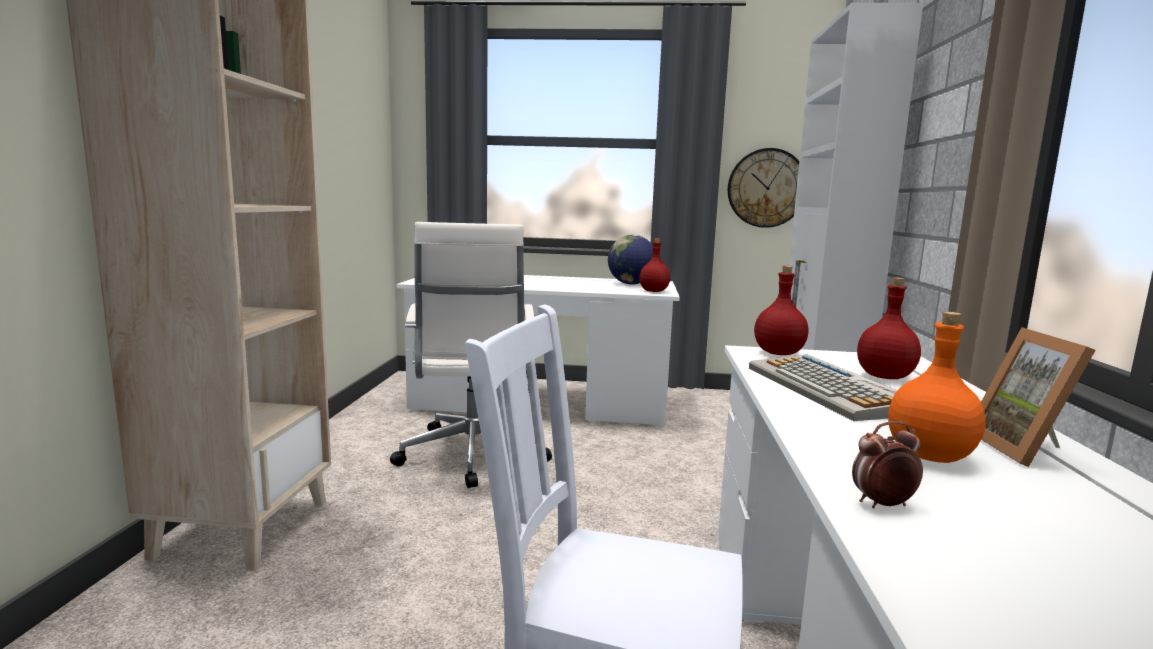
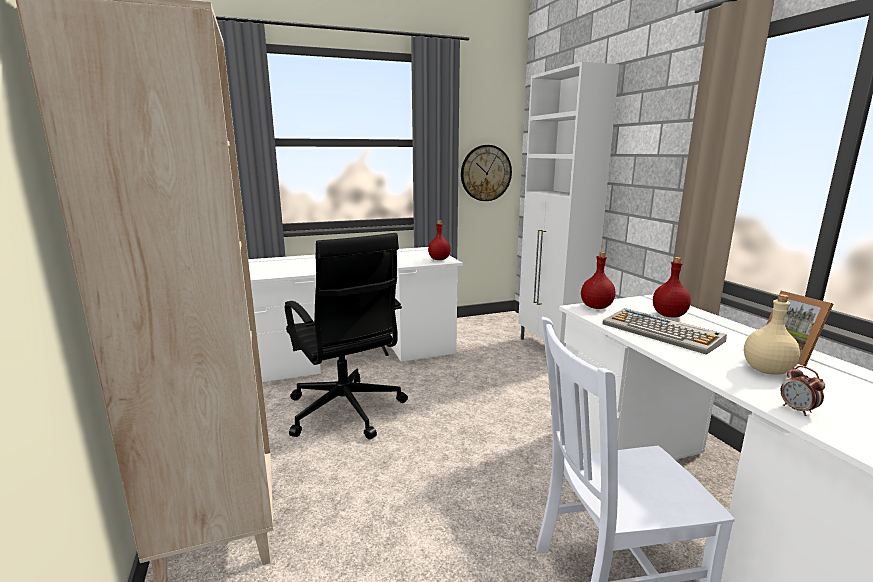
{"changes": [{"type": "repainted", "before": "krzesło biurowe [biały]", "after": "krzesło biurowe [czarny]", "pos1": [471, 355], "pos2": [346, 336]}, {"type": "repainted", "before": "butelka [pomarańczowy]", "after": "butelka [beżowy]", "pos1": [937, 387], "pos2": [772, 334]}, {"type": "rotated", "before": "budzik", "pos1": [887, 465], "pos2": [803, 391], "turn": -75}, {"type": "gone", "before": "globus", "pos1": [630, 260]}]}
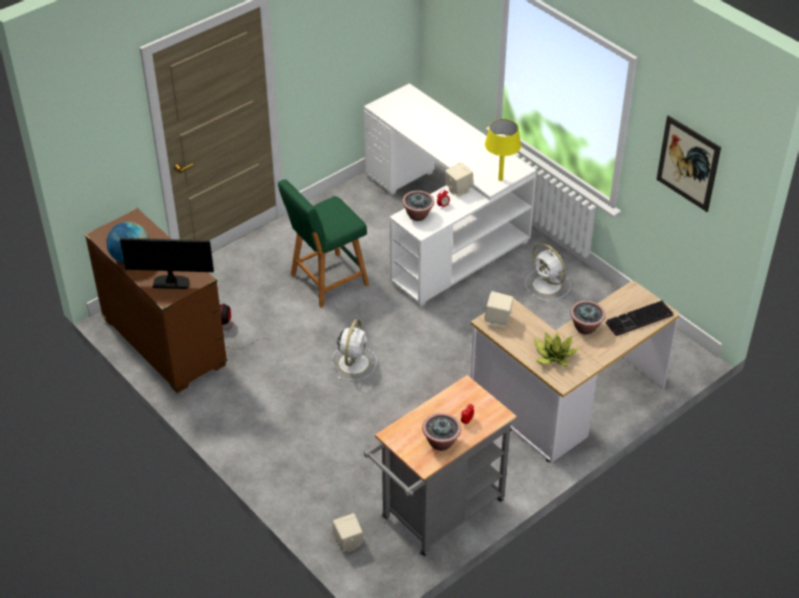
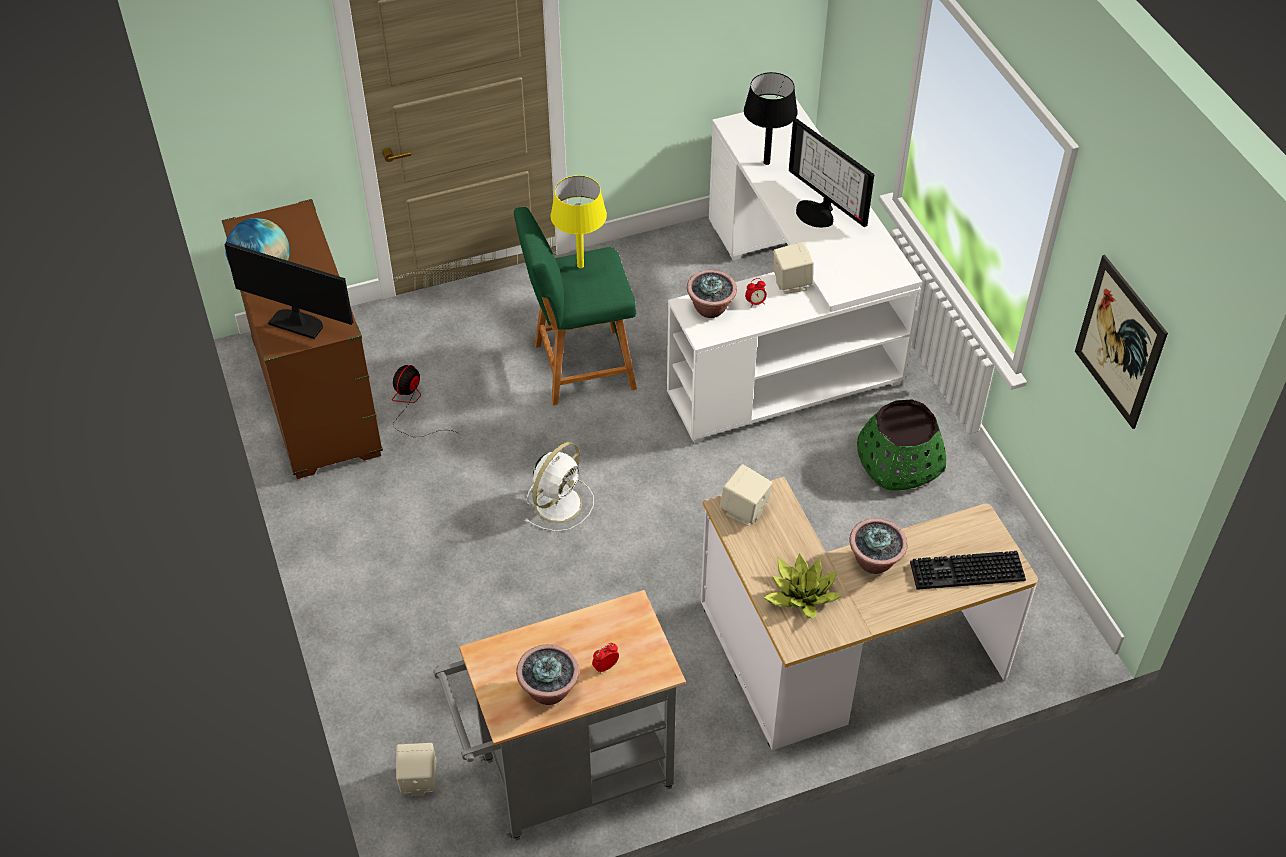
{"changes": [{"type": "shifted", "before": "lampa stołowa [żółty]", "pos1": [503, 150], "pos2": [579, 221]}, {"type": "new", "after": "lampa stołowa [czarny]", "pos2": [771, 118]}, {"type": "new", "after": "monitor", "pos2": [831, 172]}, {"type": "swapped", "before": "wentylator [biały]", "after": "donica [zielony]", "pos1": [548, 272], "pos2": [901, 445]}]}
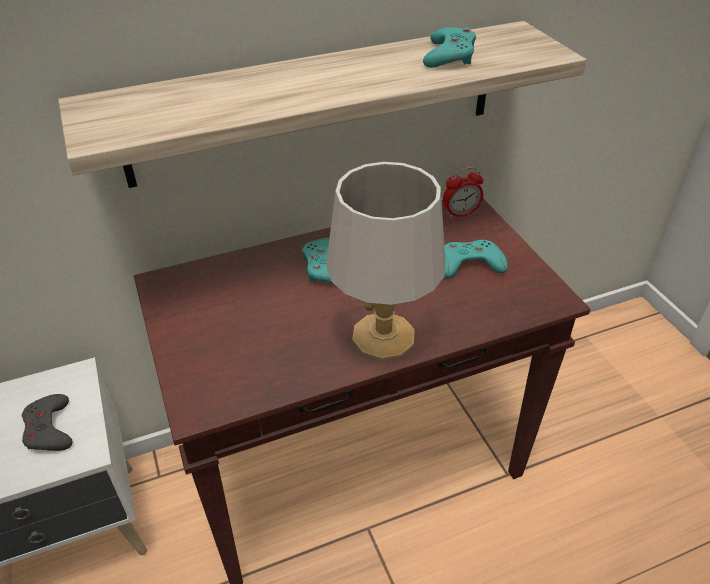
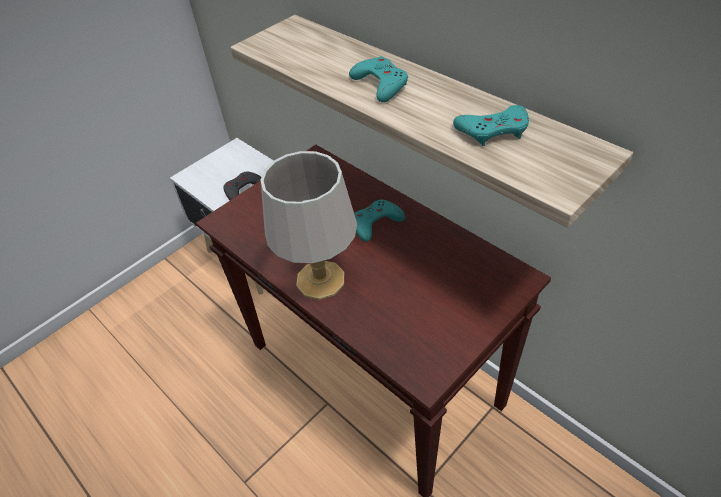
{"changes": [{"type": "shifted", "before": "pad do gier [turkusowy]", "pos1": [476, 259], "pos2": [378, 79]}, {"type": "gone", "before": "budzik", "pos1": [463, 192]}]}
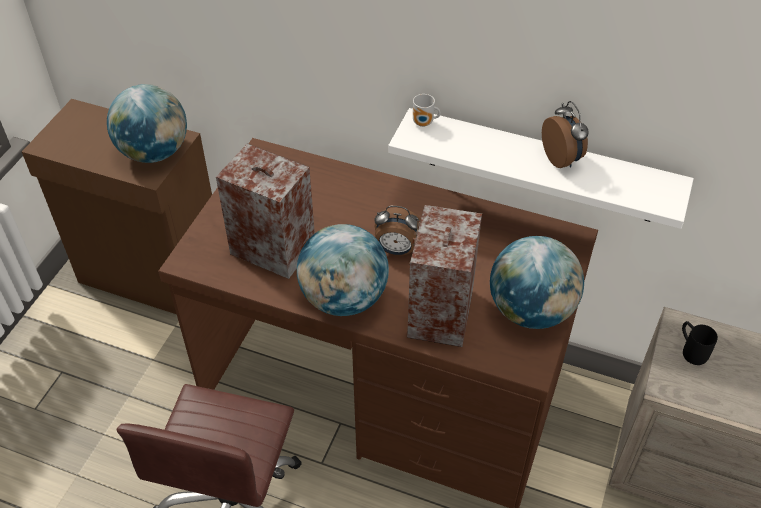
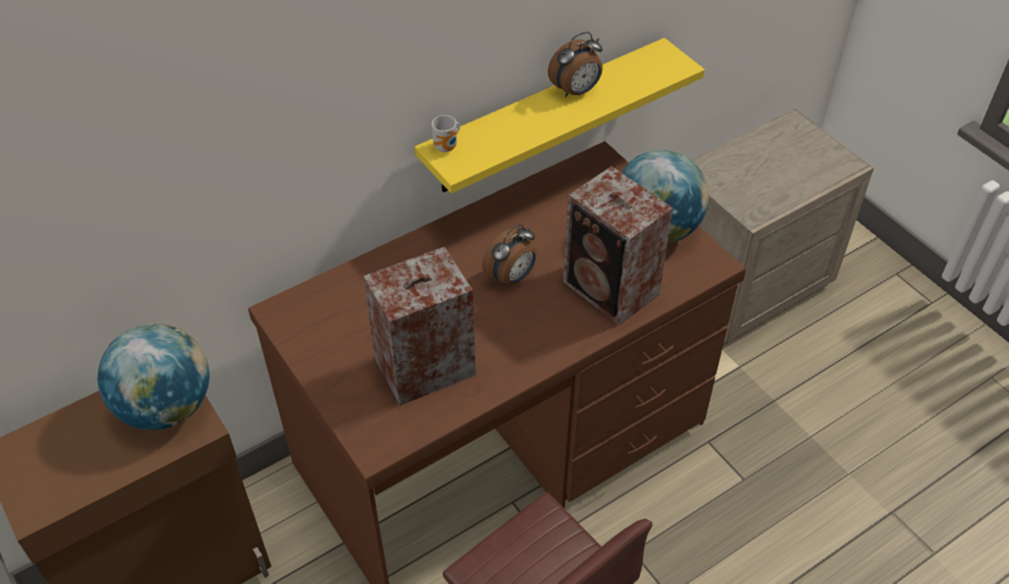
{"changes": [{"type": "repainted", "before": "półka [biały]", "after": "półka [żółty]", "pos1": [541, 168], "pos2": [560, 116]}, {"type": "rotated", "before": "budzik", "pos1": [565, 134], "pos2": [575, 64], "turn": 135}, {"type": "gone", "before": "globus", "pos1": [343, 270]}, {"type": "gone", "before": "kubek [czarny]", "pos1": [700, 343]}]}
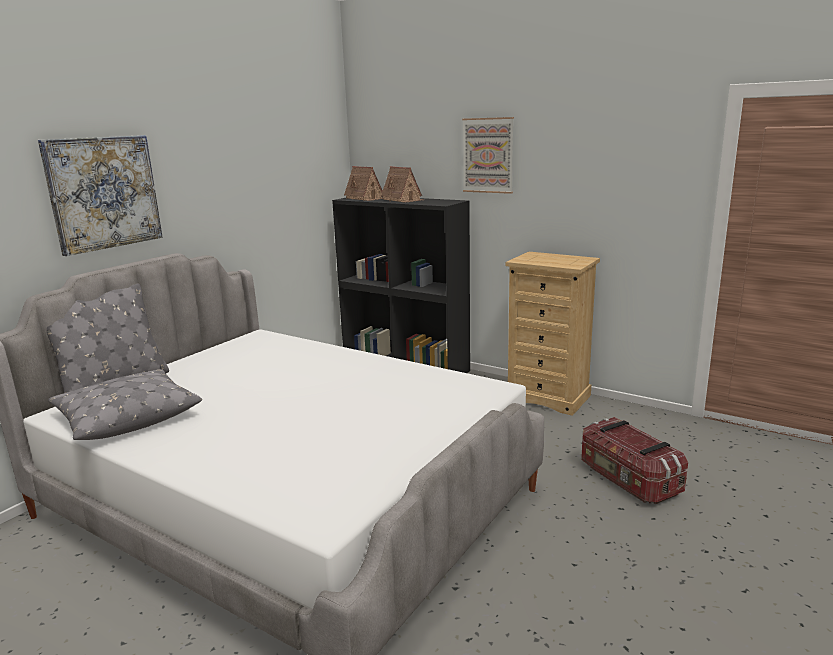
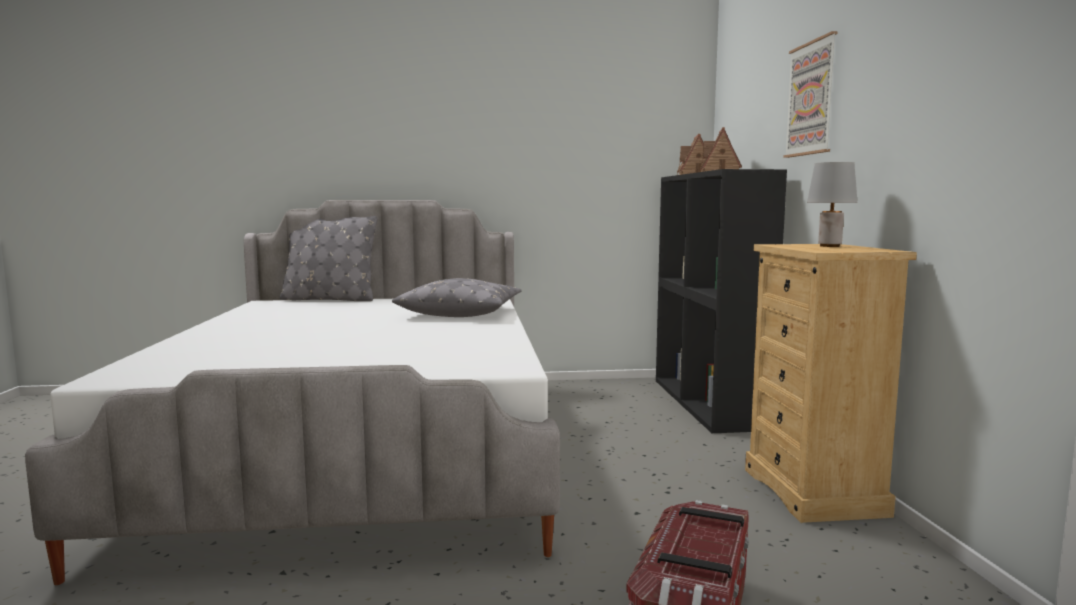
{"changes": [{"type": "shifted", "before": "poduszka [szary]", "pos1": [125, 404], "pos2": [457, 297]}, {"type": "new", "after": "lampa stołowa [szary]", "pos2": [832, 204]}, {"type": "gone", "before": "obraz", "pos1": [100, 195]}]}
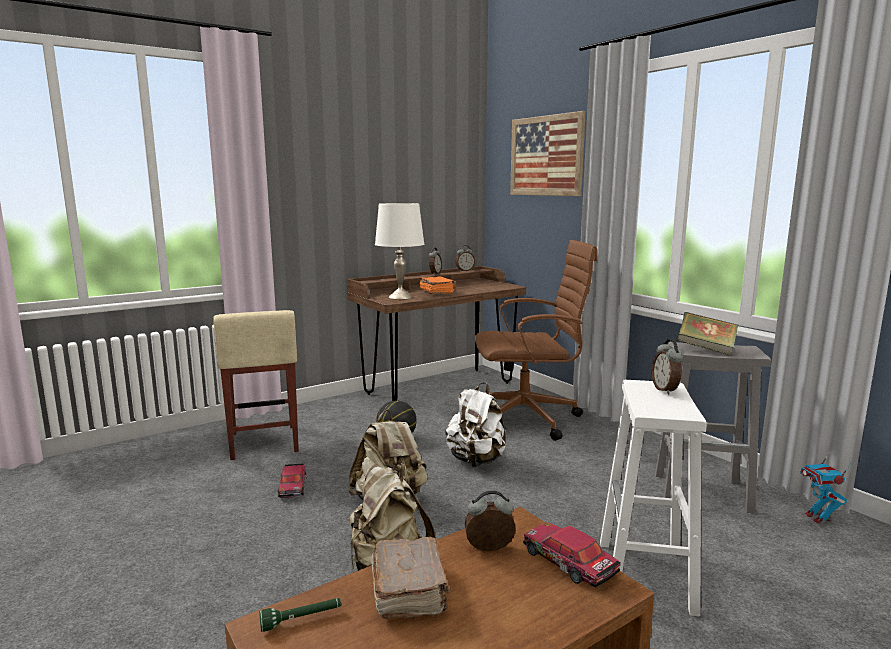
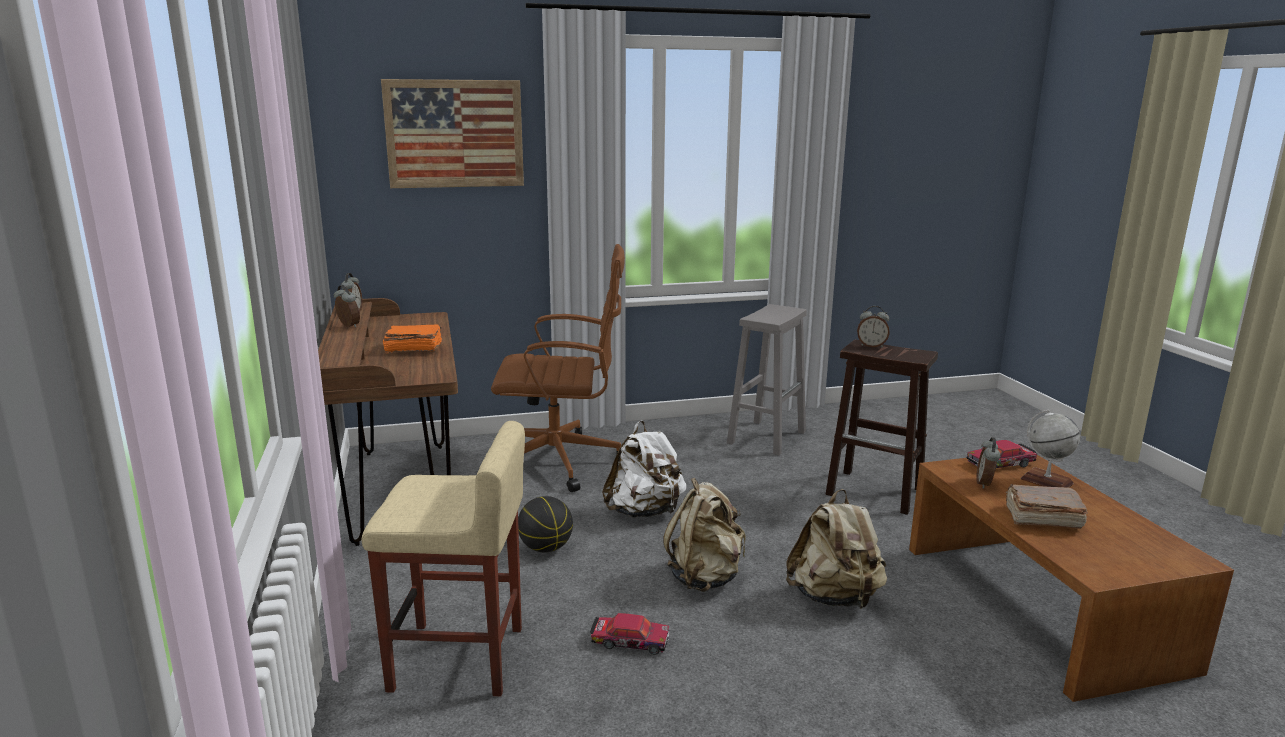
{"changes": [{"type": "rotated", "before": "krzesło biurowe [brązowy]", "pos1": [536, 340], "pos2": [558, 368], "turn": 75}, {"type": "repainted", "before": "stołek [biały]", "after": "stołek [brązowy]", "pos1": [653, 498], "pos2": [882, 427]}, {"type": "new", "after": "globus", "pos2": [1050, 449]}, {"type": "gone", "before": "latarka [zielony]", "pos1": [300, 615]}, {"type": "gone", "before": "lampa stołowa [biały]", "pos1": [399, 251]}, {"type": "gone", "before": "książka", "pos1": [707, 333]}, {"type": "gone", "before": "robot zabawkowy", "pos1": [825, 488]}]}
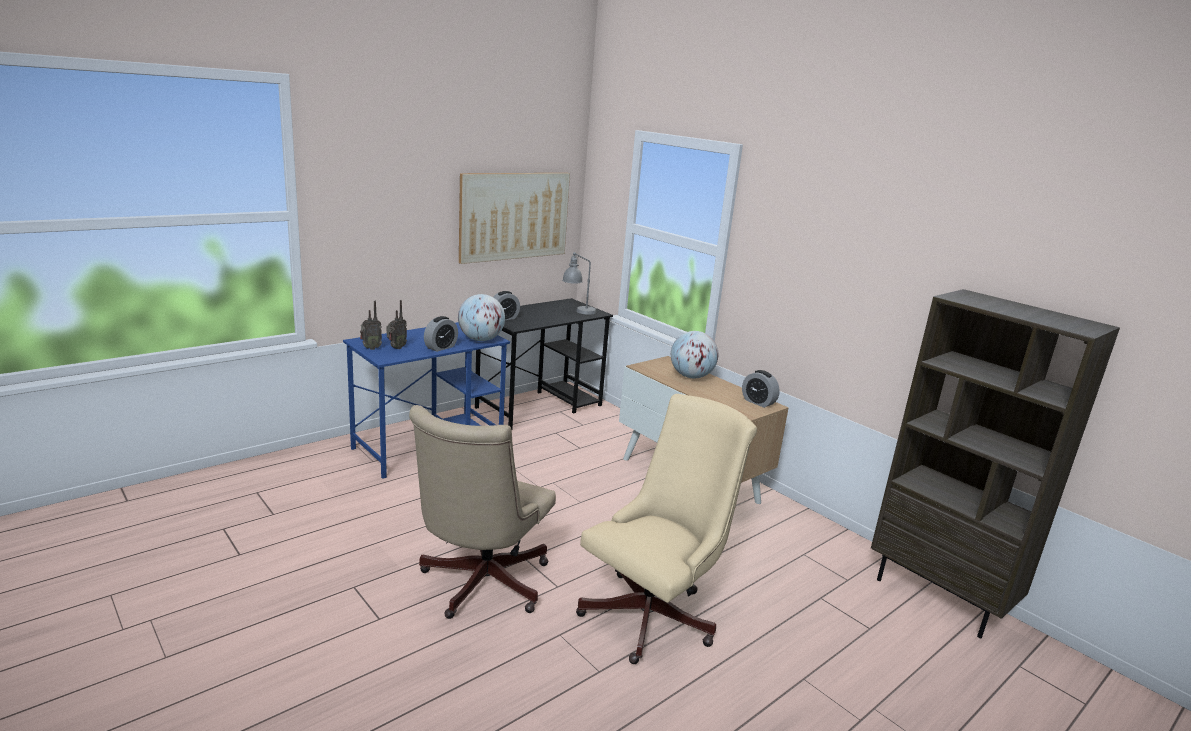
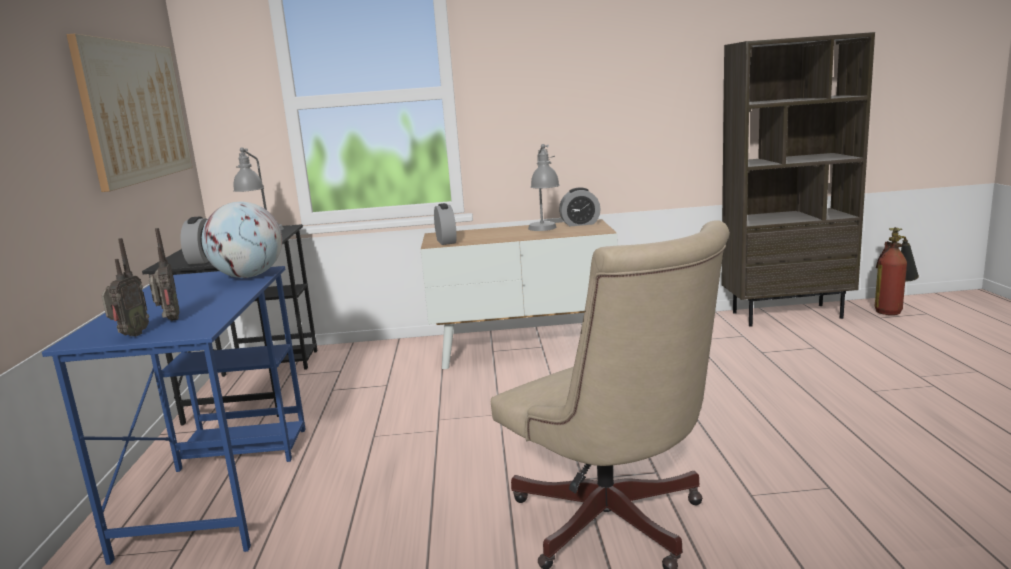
{"changes": [{"type": "shifted", "before": "budzik", "pos1": [441, 334], "pos2": [445, 224]}, {"type": "new", "after": "lampa stołowa [szary]", "pos2": [544, 187]}, {"type": "new", "after": "gaśnica", "pos2": [897, 271]}, {"type": "gone", "before": "krzesło biurowe [beżowy]", "pos1": [666, 529]}, {"type": "gone", "before": "globus", "pos1": [694, 354]}]}
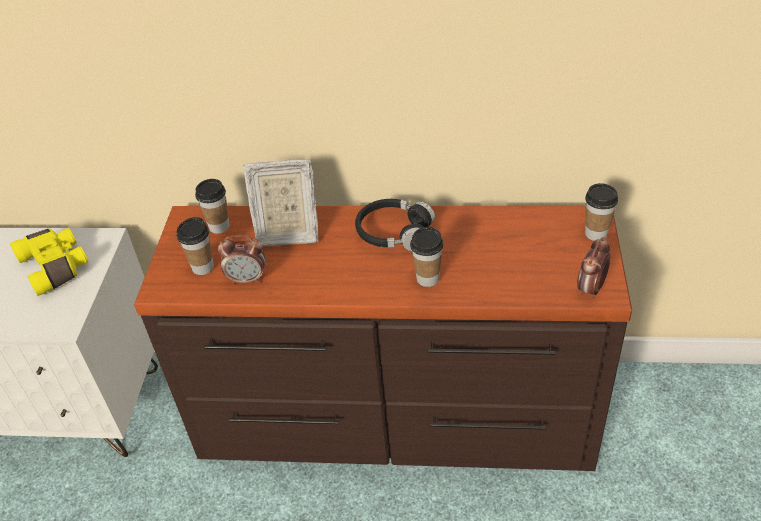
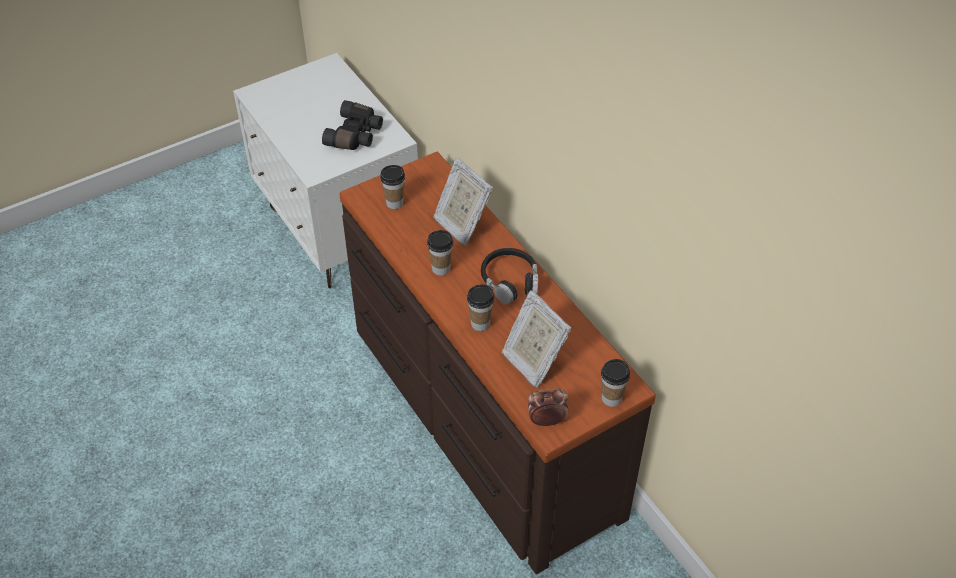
{"changes": [{"type": "repainted", "before": "lornetka [żółty]", "after": "lornetka [czarny]", "pos1": [49, 262], "pos2": [352, 125]}, {"type": "shifted", "before": "filiżanka", "pos1": [212, 206], "pos2": [440, 252]}, {"type": "new", "after": "ramka na zdjęcie", "pos2": [536, 338]}, {"type": "gone", "before": "budzik", "pos1": [241, 259]}]}
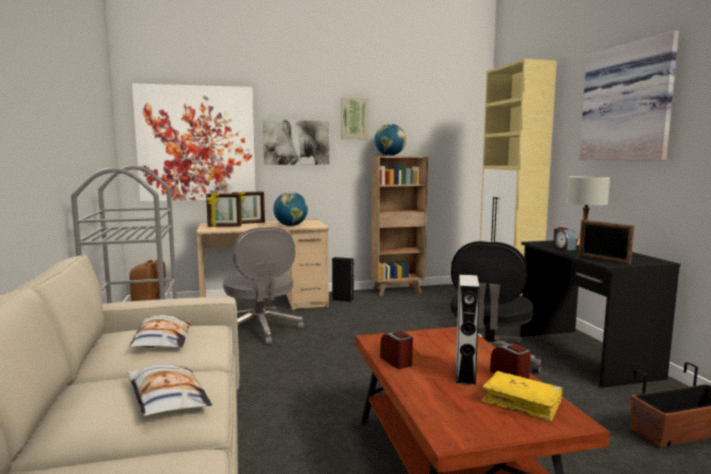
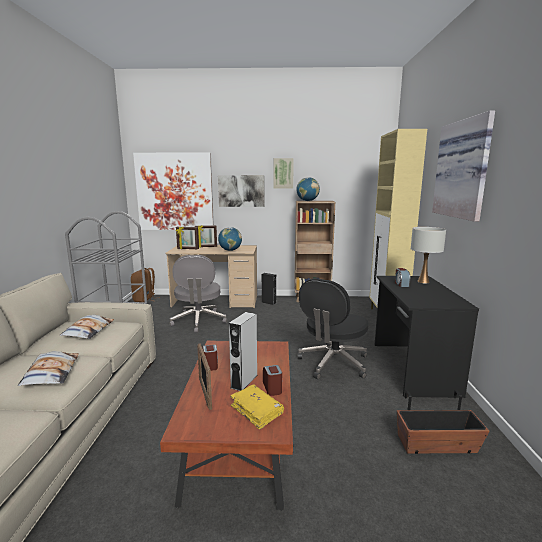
{"changes": [{"type": "shifted", "before": "ramka na zdjęcie", "pos1": [606, 242], "pos2": [204, 376]}]}
